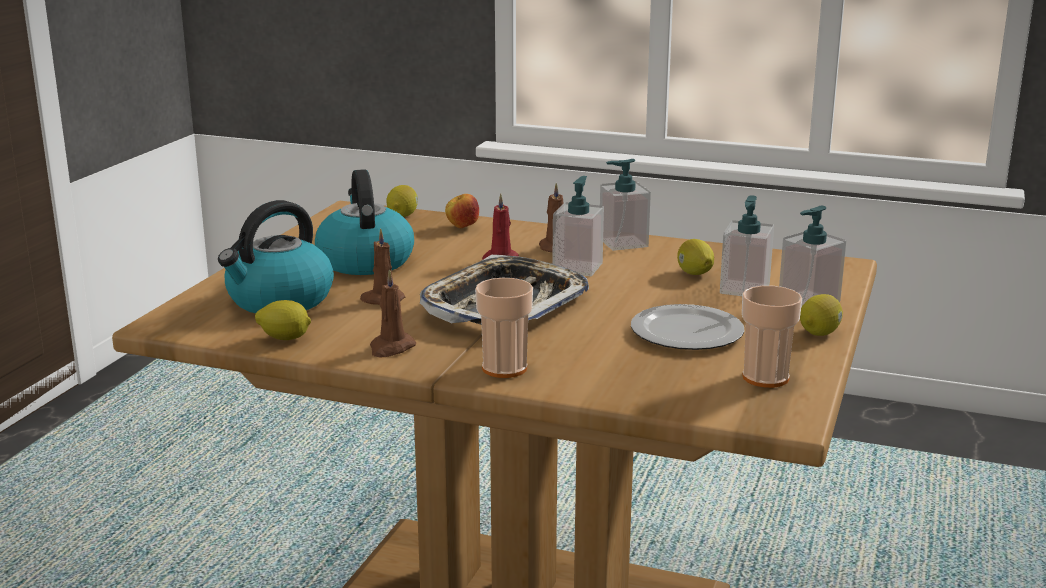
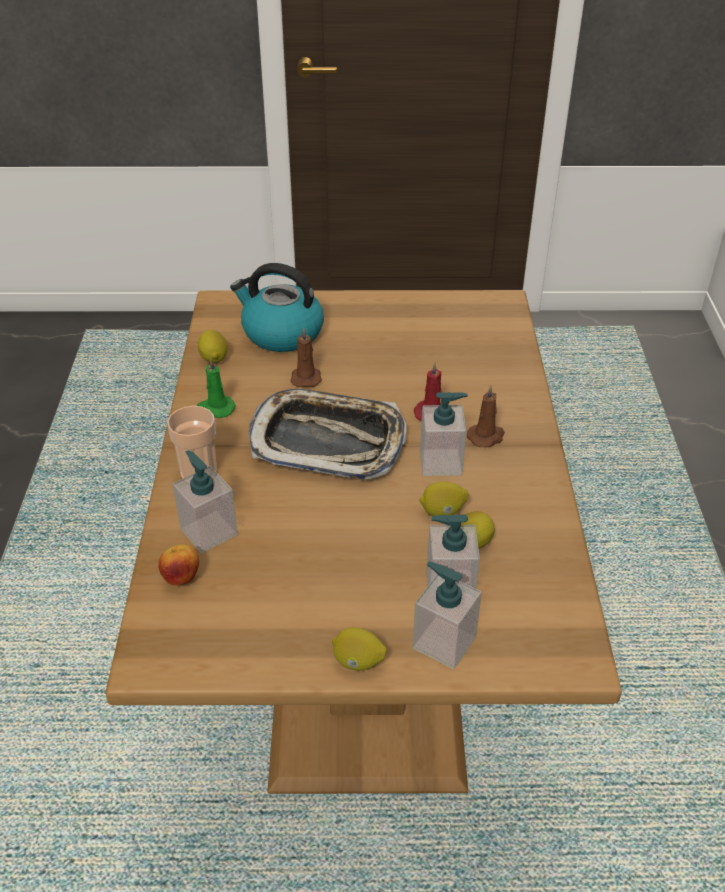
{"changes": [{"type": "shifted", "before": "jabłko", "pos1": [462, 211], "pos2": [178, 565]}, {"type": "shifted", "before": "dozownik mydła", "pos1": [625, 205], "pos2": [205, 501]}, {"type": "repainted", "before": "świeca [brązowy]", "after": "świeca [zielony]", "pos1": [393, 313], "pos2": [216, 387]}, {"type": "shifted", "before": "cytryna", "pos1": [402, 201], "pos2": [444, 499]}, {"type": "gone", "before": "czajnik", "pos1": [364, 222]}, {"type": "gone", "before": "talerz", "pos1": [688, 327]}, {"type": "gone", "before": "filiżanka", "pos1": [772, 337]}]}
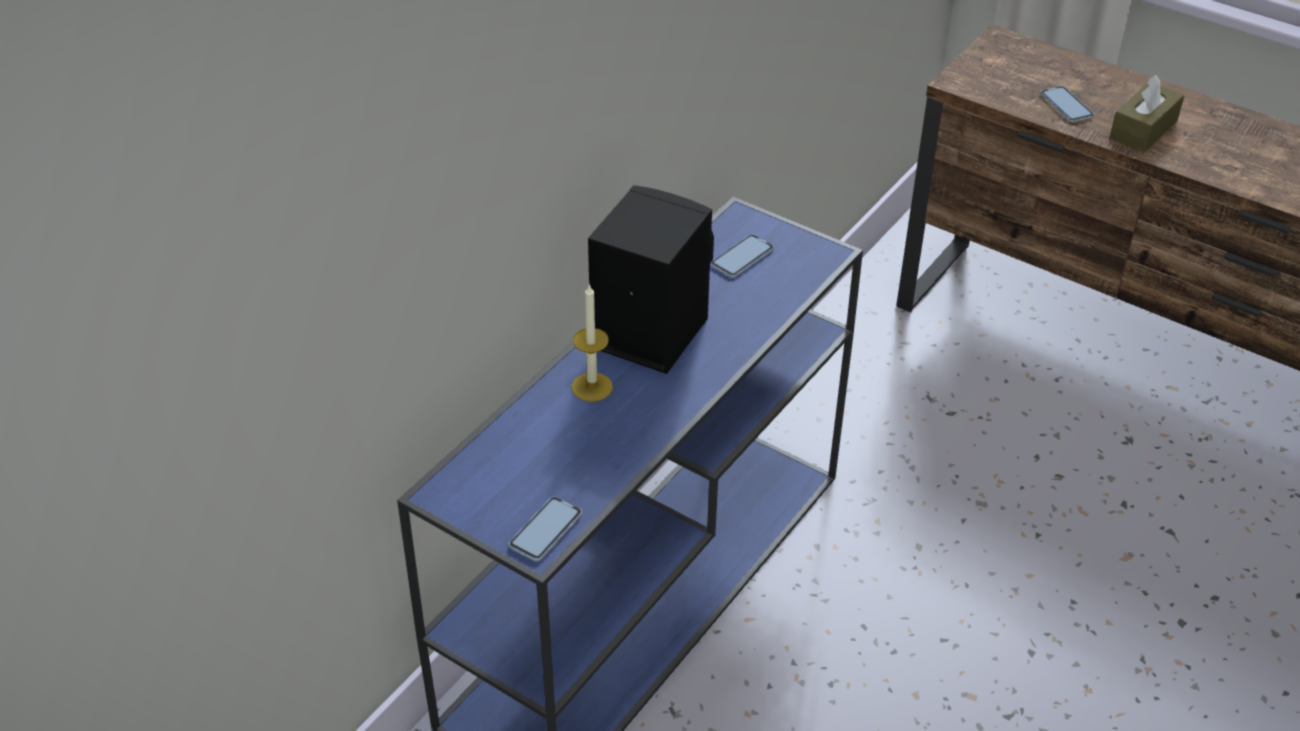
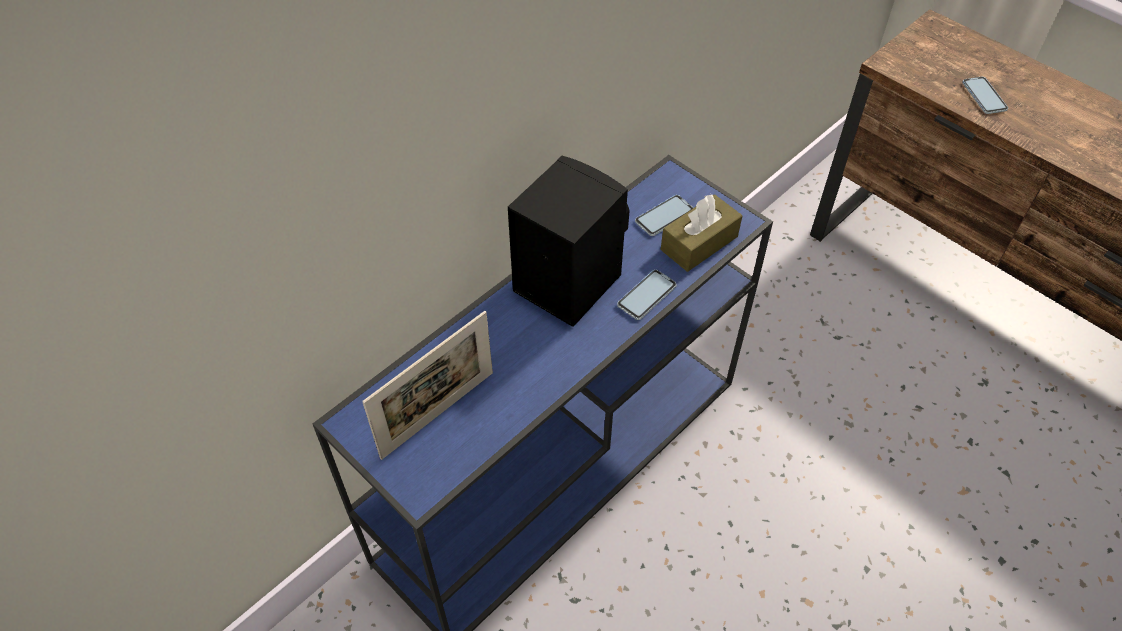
{"changes": [{"type": "new", "after": "ramka na zdjęcie", "pos2": [427, 385]}, {"type": "shifted", "before": "telefon", "pos1": [545, 528], "pos2": [647, 295]}, {"type": "shifted", "before": "pudełko chusteczek [brązowy]", "pos1": [1146, 113], "pos2": [701, 233]}, {"type": "gone", "before": "świeca", "pos1": [592, 343]}]}
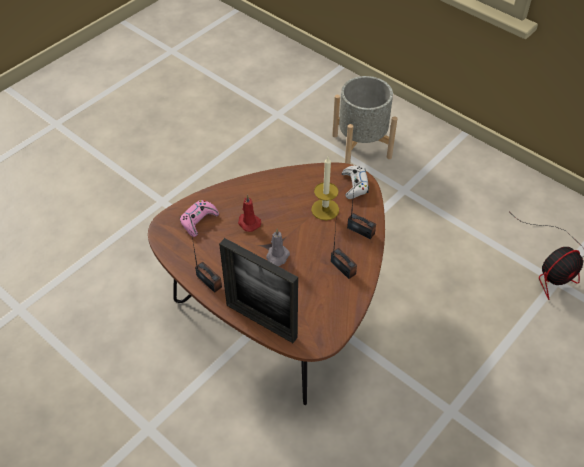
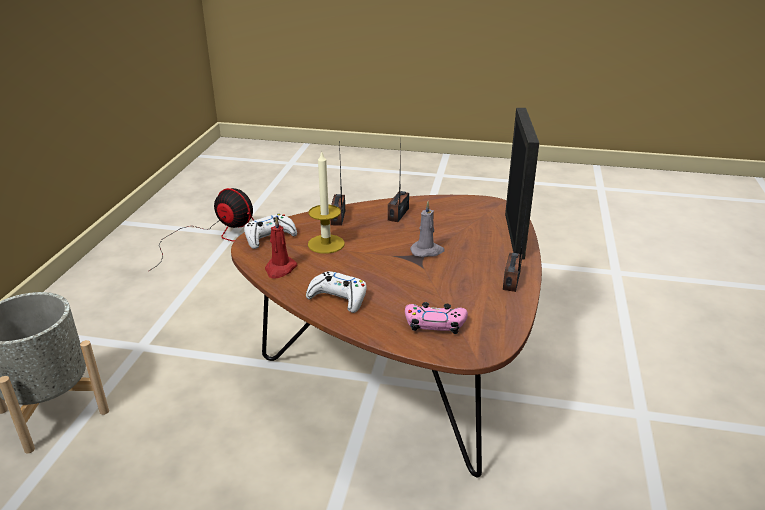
{"changes": [{"type": "shifted", "before": "świeca [czerwony]", "pos1": [249, 213], "pos2": [281, 248]}, {"type": "new", "after": "pad do gier [biały]", "pos2": [336, 292]}]}
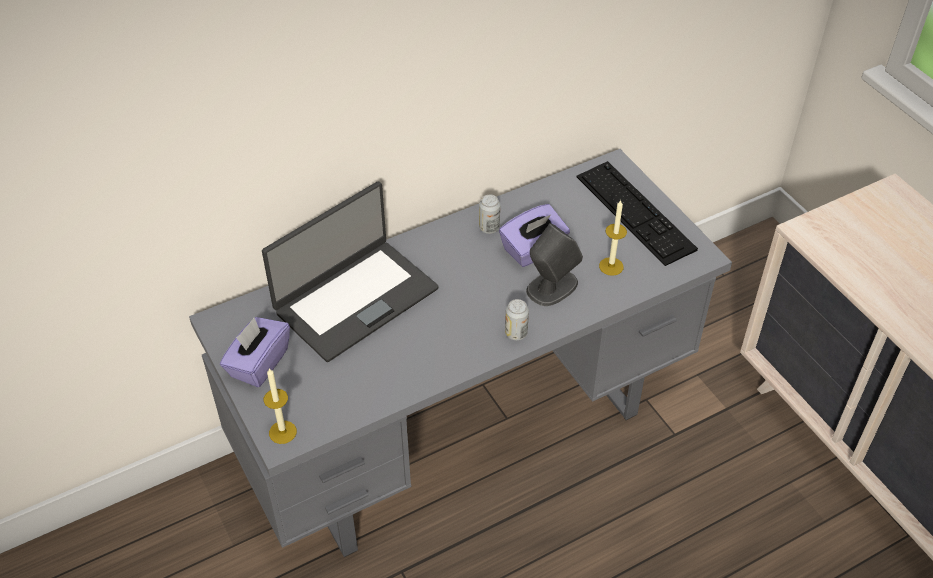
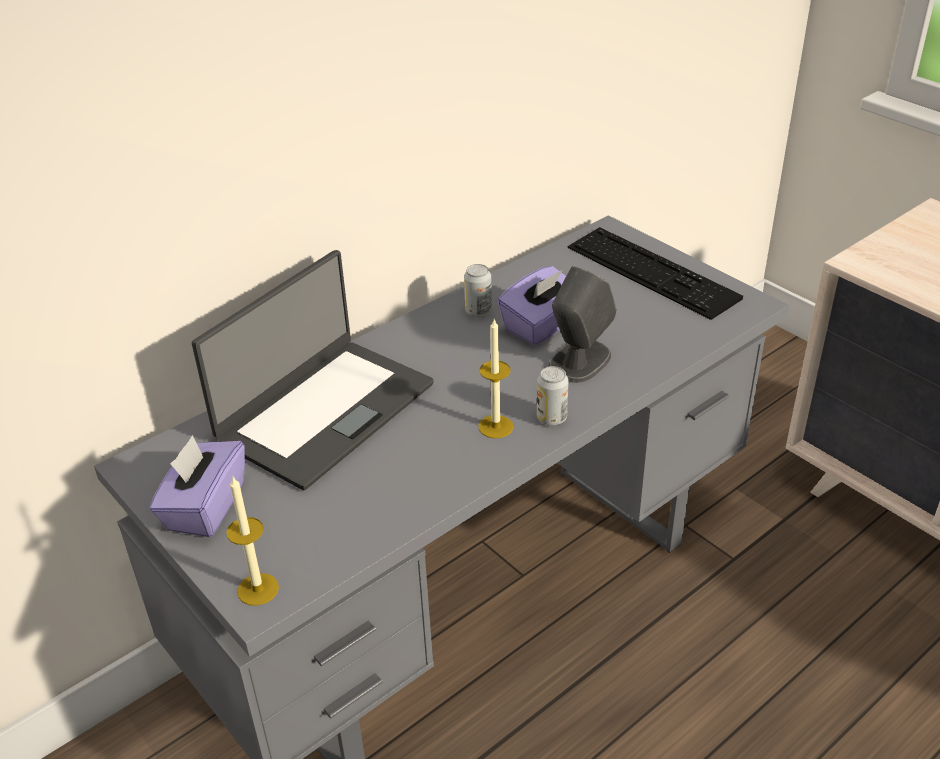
{"changes": [{"type": "shifted", "before": "świeca", "pos1": [613, 238], "pos2": [496, 378]}]}
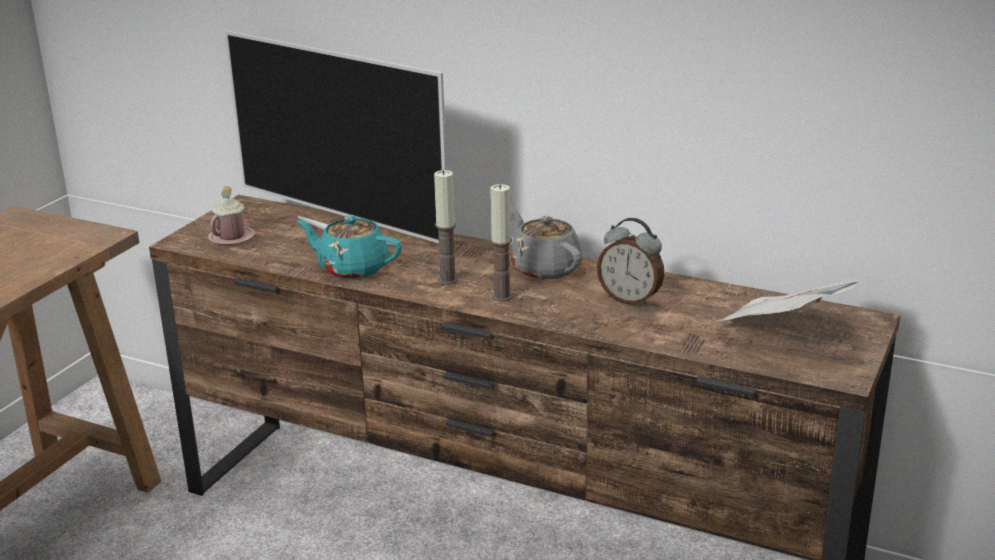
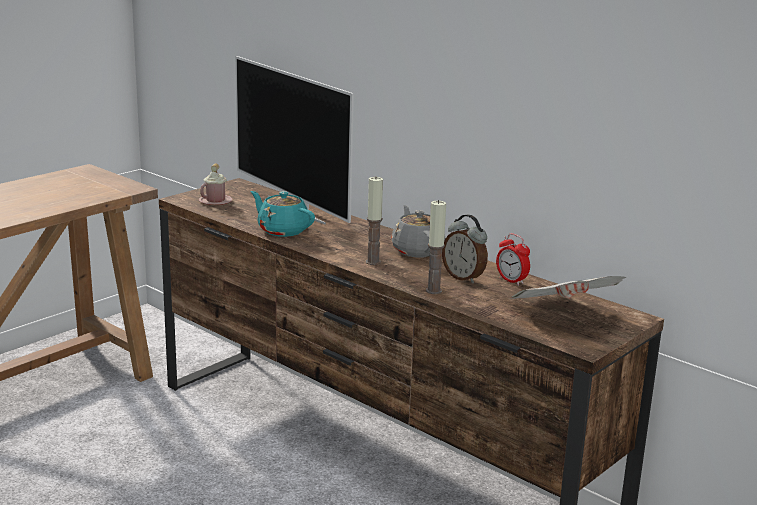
{"changes": [{"type": "shifted", "before": "świeca", "pos1": [446, 227], "pos2": [436, 247]}, {"type": "new", "after": "budzik", "pos2": [513, 259]}]}
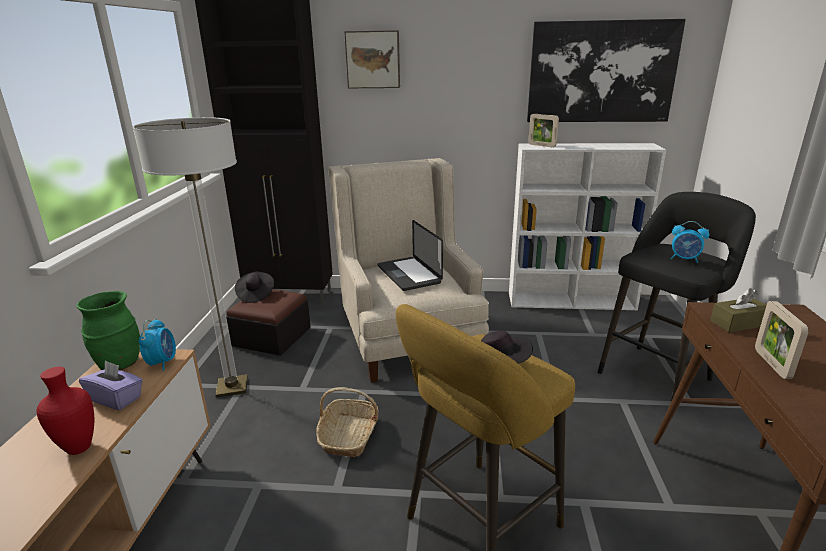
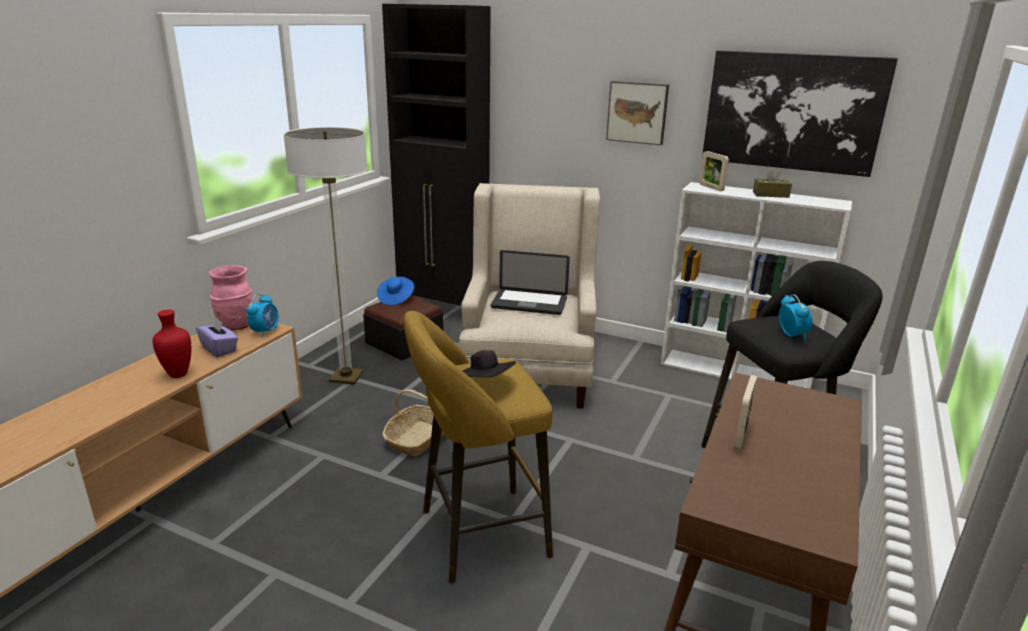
{"changes": [{"type": "repainted", "before": "wazon [zielony]", "after": "wazon [różowy]", "pos1": [108, 330], "pos2": [231, 298]}, {"type": "repainted", "before": "kapelusz [czarny]", "after": "kapelusz [niebieski]", "pos1": [254, 287], "pos2": [395, 291]}, {"type": "rotated", "before": "laptop", "pos1": [410, 255], "pos2": [530, 282], "turn": -75}, {"type": "shifted", "before": "obraz", "pos1": [372, 59], "pos2": [637, 113]}, {"type": "shifted", "before": "pudełko chusteczek [brązowy]", "pos1": [738, 310], "pos2": [772, 183]}, {"type": "rotated", "before": "budzik", "pos1": [690, 242], "pos2": [795, 318], "turn": -150}]}
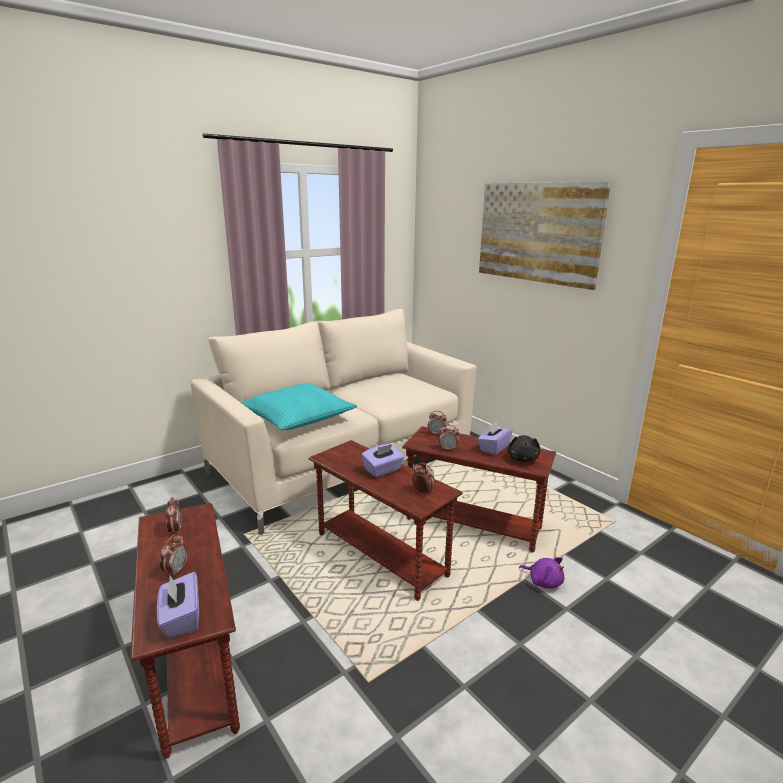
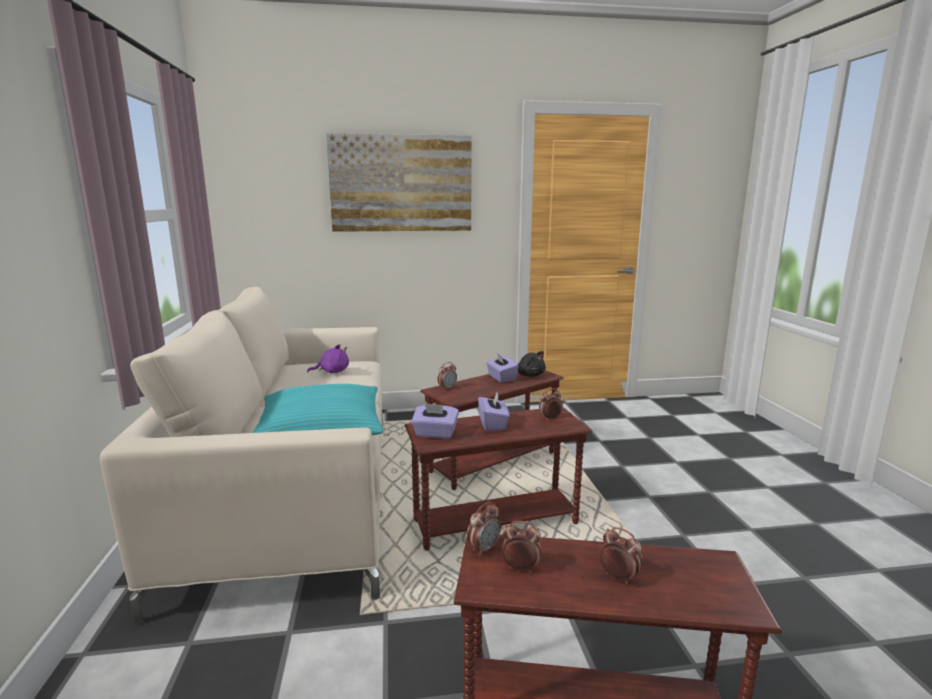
{"changes": [{"type": "shifted", "before": "pluszak [fioletowy]", "pos1": [541, 573], "pos2": [328, 358]}, {"type": "shifted", "before": "pudełko chusteczek [fioletowy]", "pos1": [178, 605], "pos2": [435, 420]}, {"type": "shifted", "before": "budzik", "pos1": [449, 438], "pos2": [484, 529]}]}
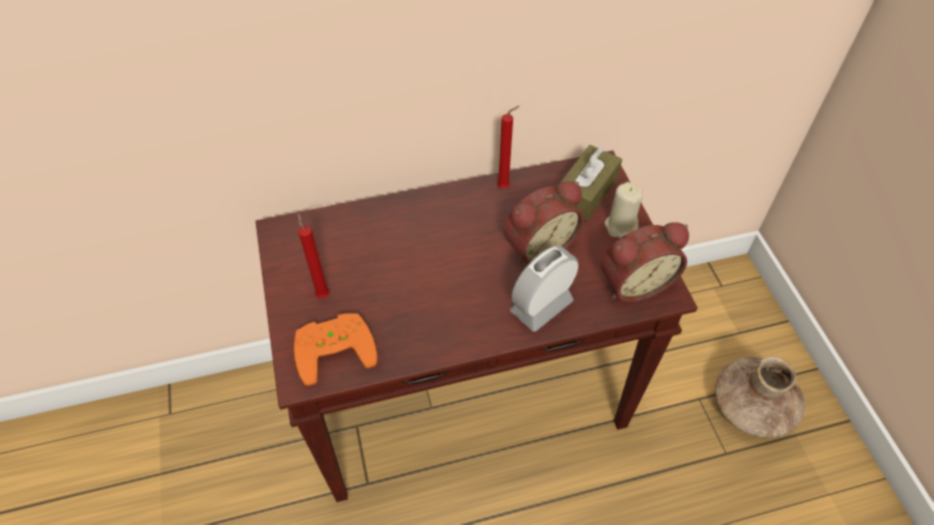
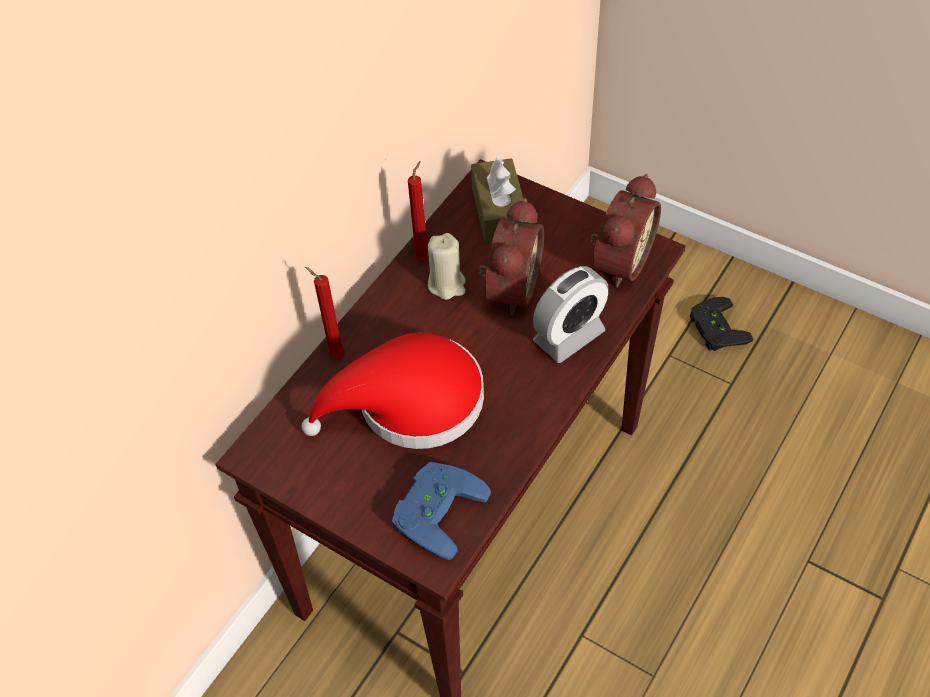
{"changes": [{"type": "new", "after": "kapelusz [czerwony]", "pos2": [393, 391]}, {"type": "shifted", "before": "świeca [czerwony]", "pos1": [313, 256], "pos2": [324, 313]}, {"type": "repainted", "before": "pad do gier [pomarańczowy]", "after": "pad do gier [niebieski]", "pos1": [335, 349], "pos2": [441, 511]}, {"type": "shifted", "before": "świeca [beżowy]", "pos1": [624, 210], "pos2": [446, 266]}, {"type": "rotated", "before": "budzik", "pos1": [544, 289], "pos2": [571, 314], "turn": -135}, {"type": "swapped", "before": "wazon [brązowy]", "after": "pad do gier [czarny]", "pos1": [760, 397], "pos2": [721, 324]}]}
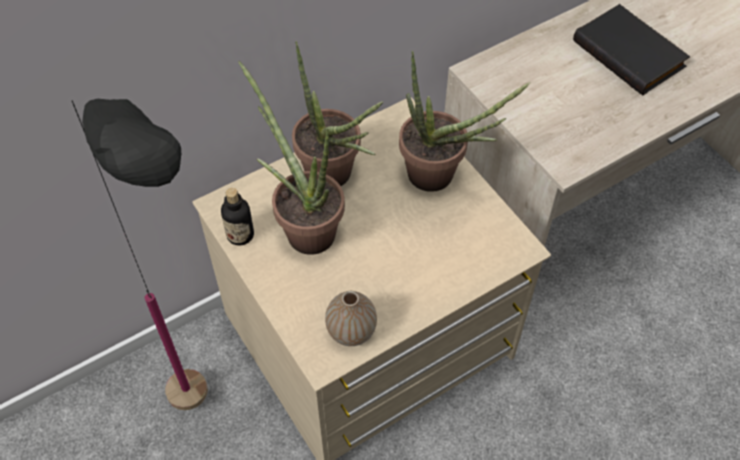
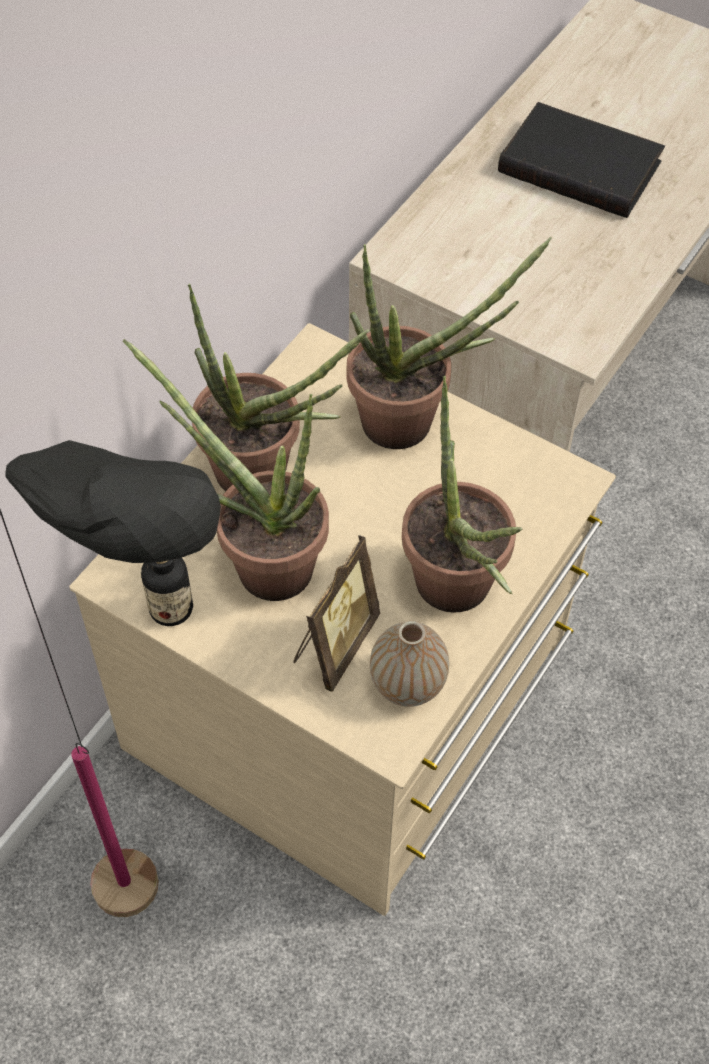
{"changes": [{"type": "new", "after": "ramka na zdjęcie", "pos2": [336, 613]}, {"type": "new", "after": "roślina doniczkowa", "pos2": [462, 494]}]}
